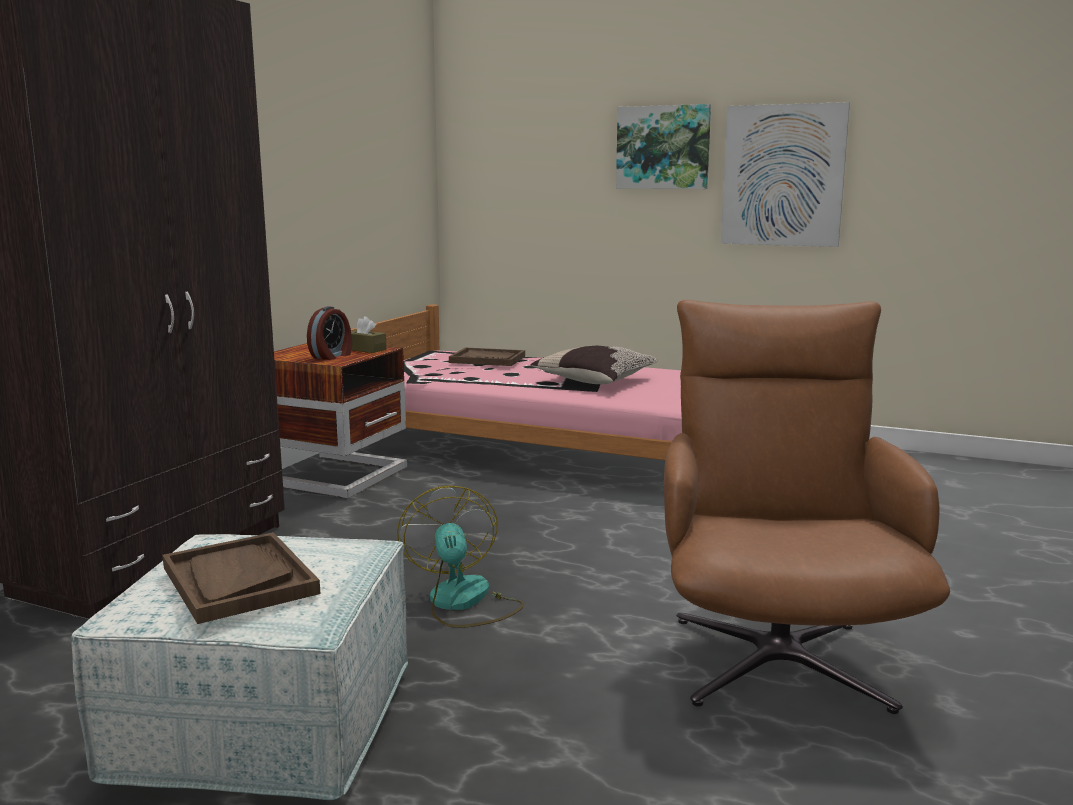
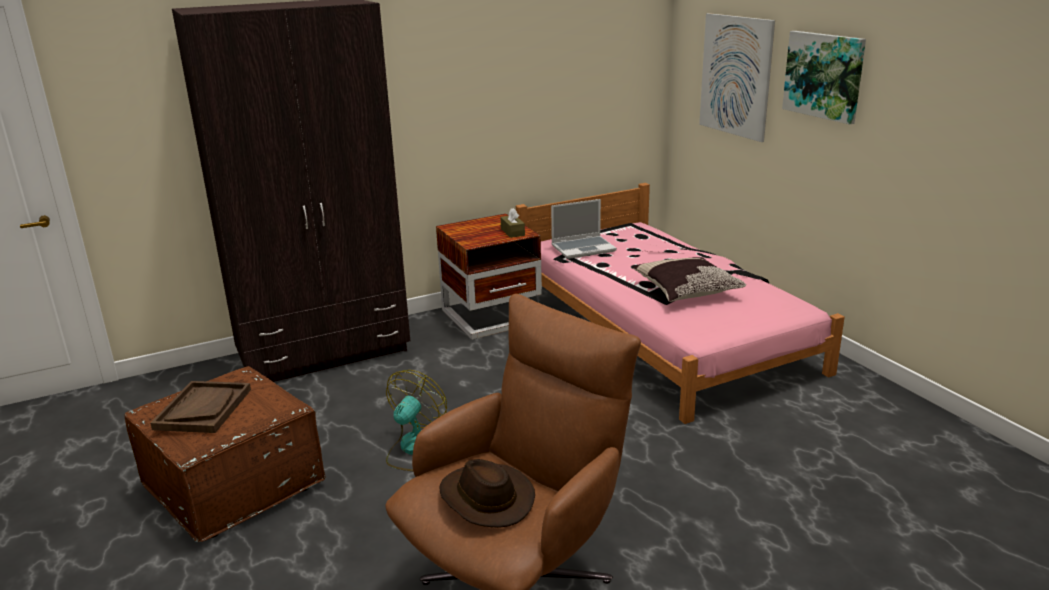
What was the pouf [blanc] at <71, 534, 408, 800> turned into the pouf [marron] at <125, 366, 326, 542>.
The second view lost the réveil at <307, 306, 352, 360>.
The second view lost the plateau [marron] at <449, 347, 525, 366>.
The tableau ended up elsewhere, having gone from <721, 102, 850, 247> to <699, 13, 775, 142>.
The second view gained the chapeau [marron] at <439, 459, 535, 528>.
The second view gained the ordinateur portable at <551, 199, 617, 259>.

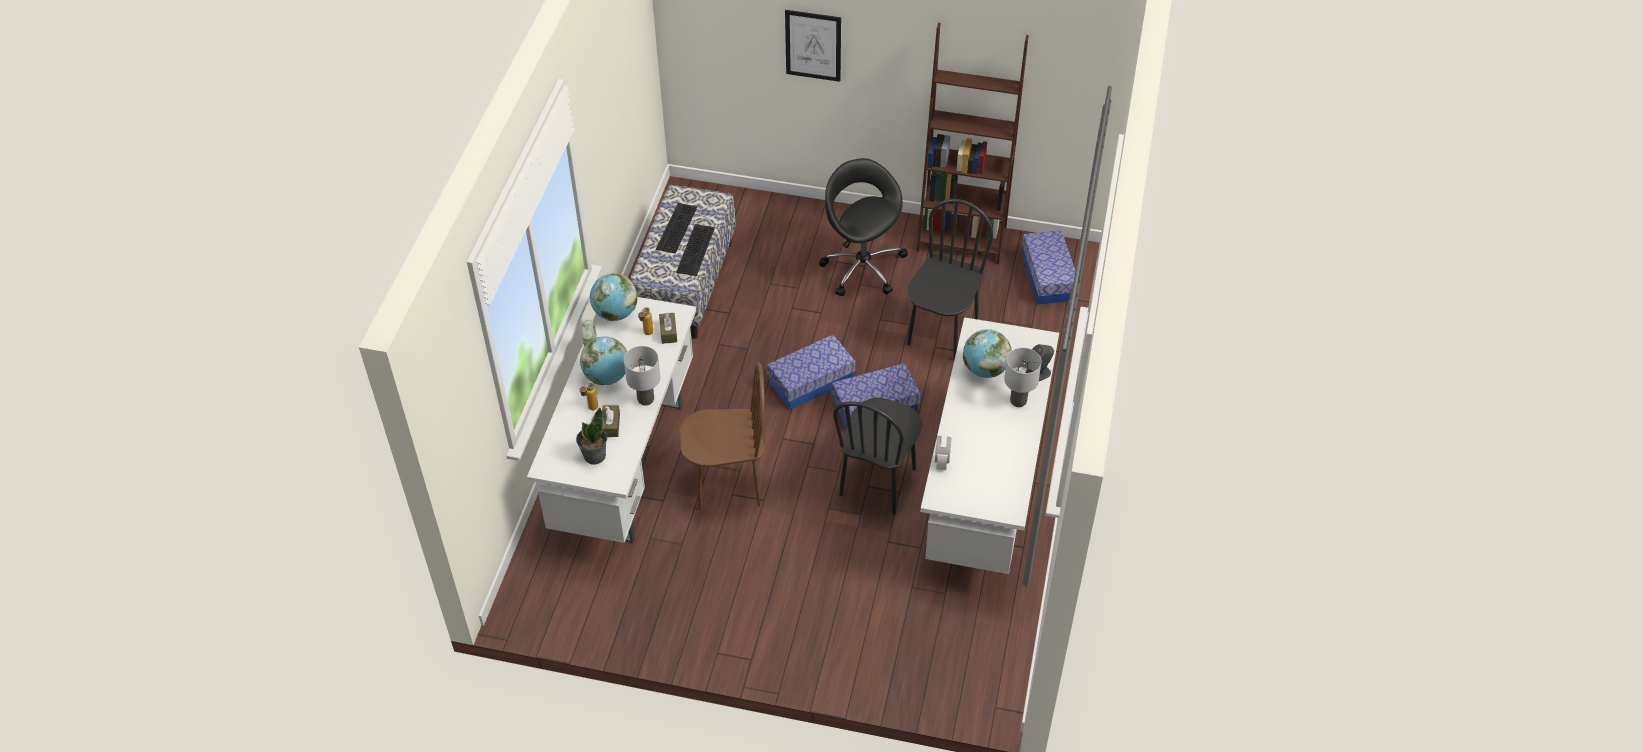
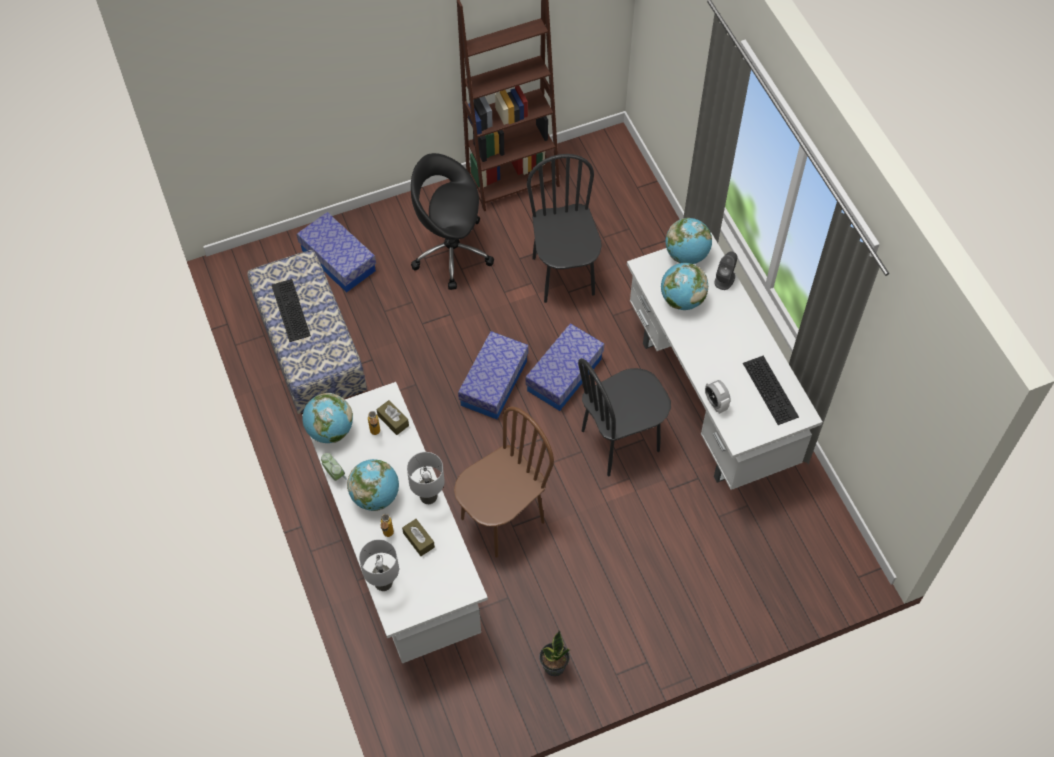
The plante en pot ended up elsewhere, having gone from <576, 408, 607, 464> to <539, 631, 570, 676>.
The clavier ended up elsewhere, having gone from <676, 224, 715, 276> to <743, 356, 799, 425>.
The second view lost the tableau at <785, 10, 841, 82>.
The chaise [noir] at <833, 398, 922, 515> ended up facing another way, 75 degrees clockwise from before.
The lampe de table [blanc] ended up elsewhere, having gone from <1004, 347, 1041, 407> to <359, 539, 399, 591>.
The boîte de rangement ended up elsewhere, having gone from <1022, 230, 1075, 305> to <297, 212, 376, 292>.
The second view gained the globe at <666, 218, 712, 264>.

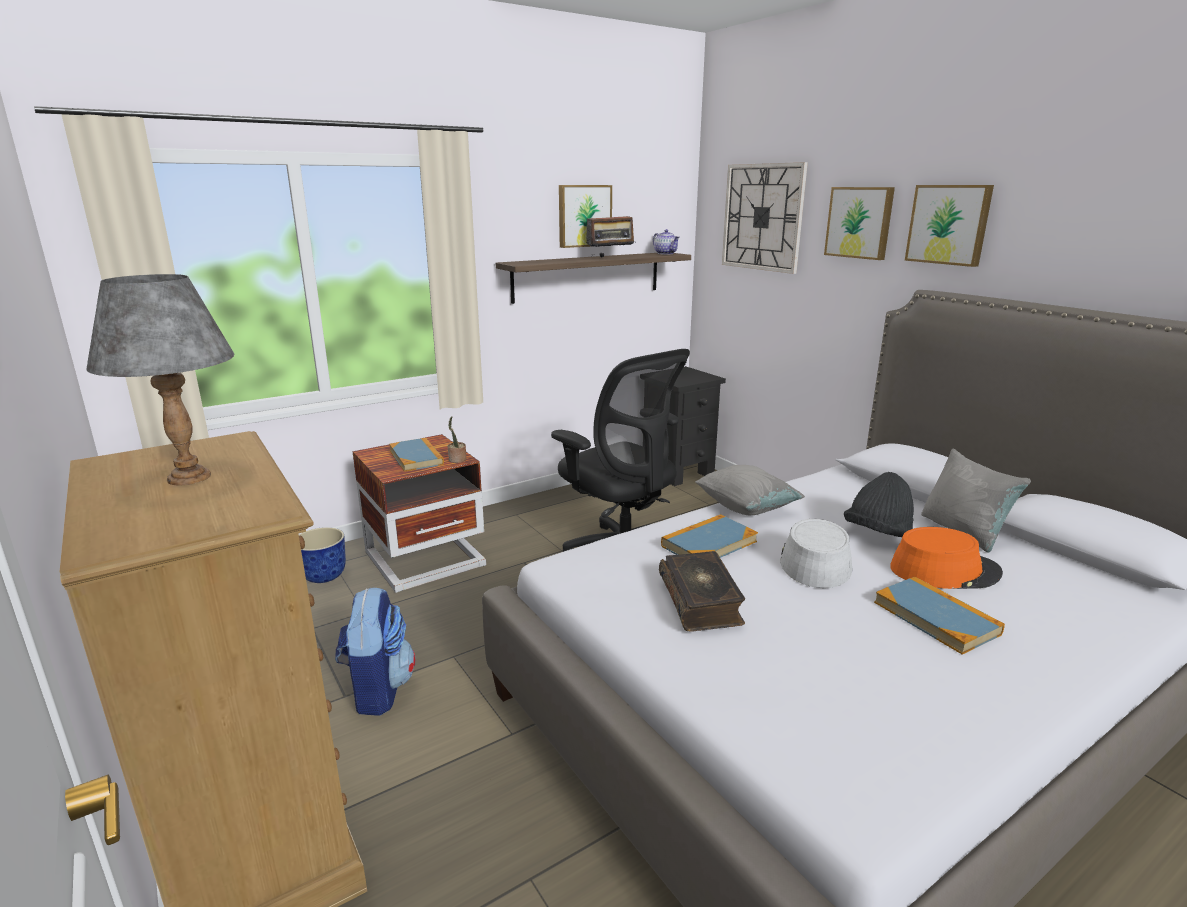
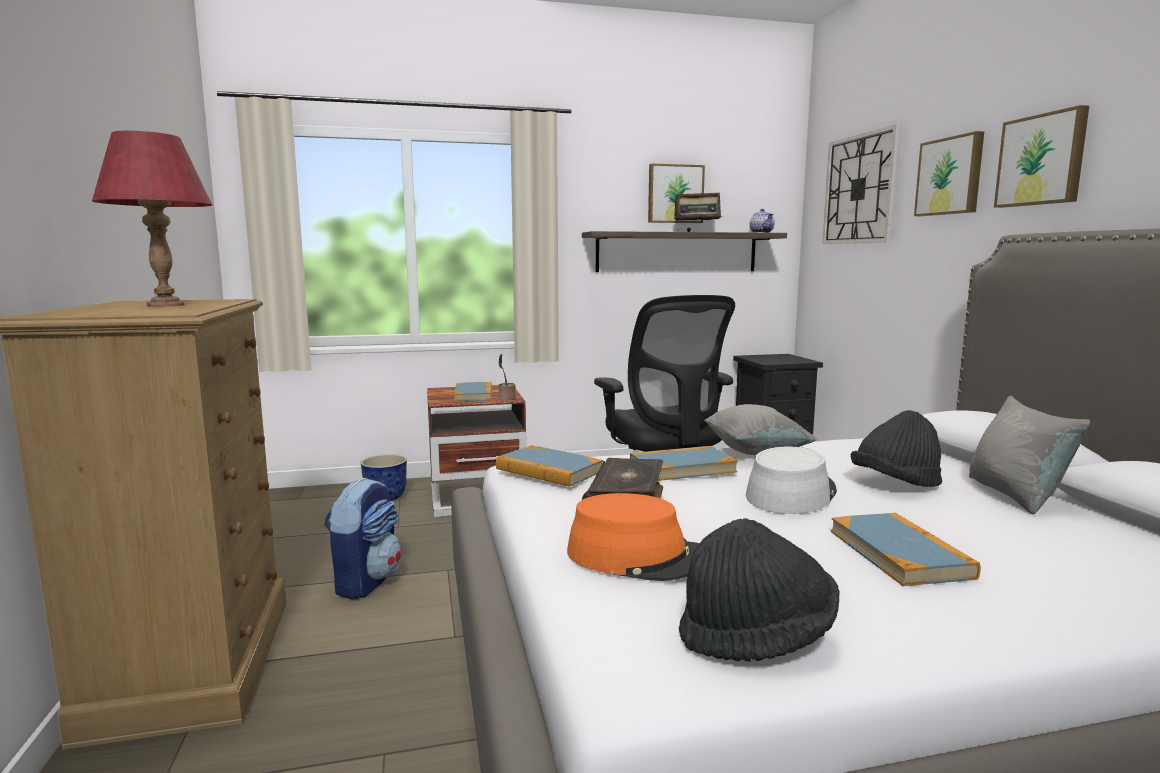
What was the lampe de table [gris] at <86, 274, 234, 485> turned into the lampe de table [rouge] at <92, 131, 212, 307>.
The chapeau [orange] ended up elsewhere, having gone from <890, 527, 1003, 589> to <567, 493, 699, 581>.
The second view gained the livre at <496, 445, 603, 487>.
The second view gained the chapeau [noir] at <679, 518, 840, 662>.

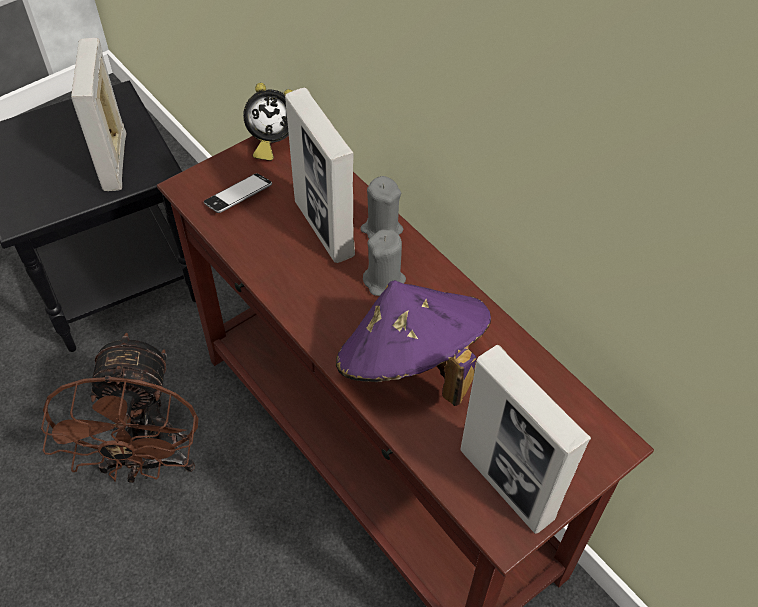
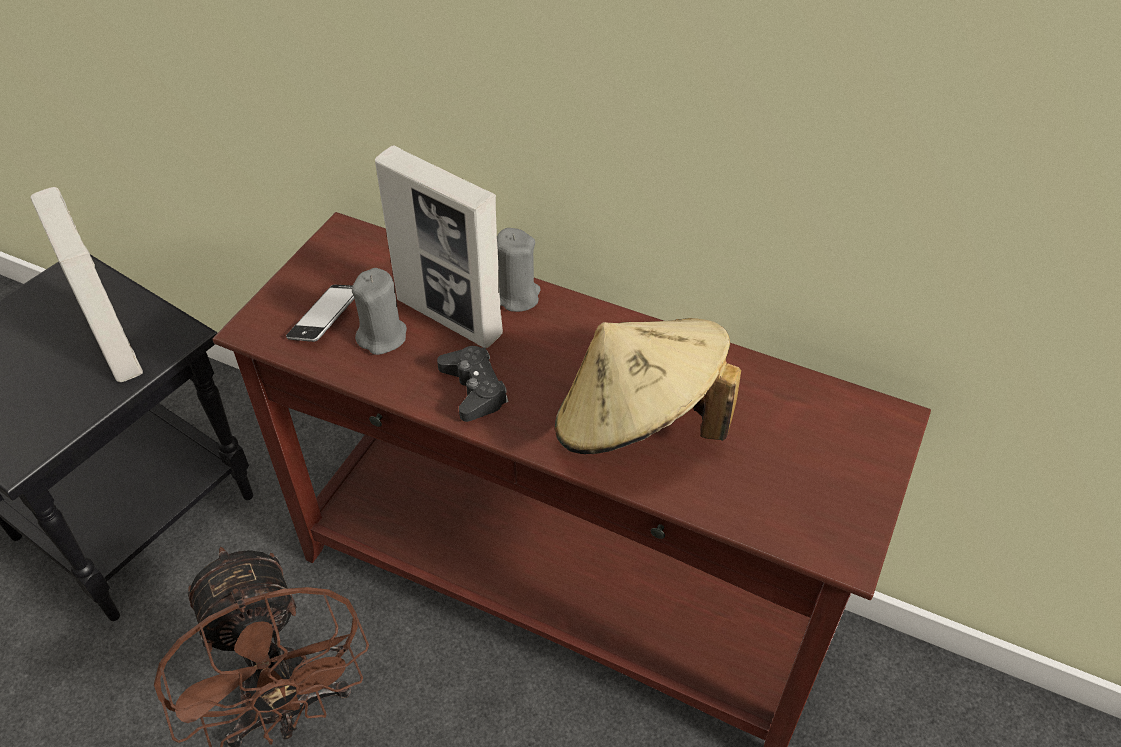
The second view lost the réveil at <243, 83, 292, 161>.
What was the chapeau [violet] at <336, 280, 491, 406> turned into the chapeau [beige] at <555, 318, 741, 454>.
The bougie [gris] ended up elsewhere, having gone from <363, 229, 406, 296> to <352, 268, 407, 355>.
The second view lost the cadre photo at <460, 345, 591, 534>.
The second view gained the manette [noir] at <437, 346, 508, 422>.

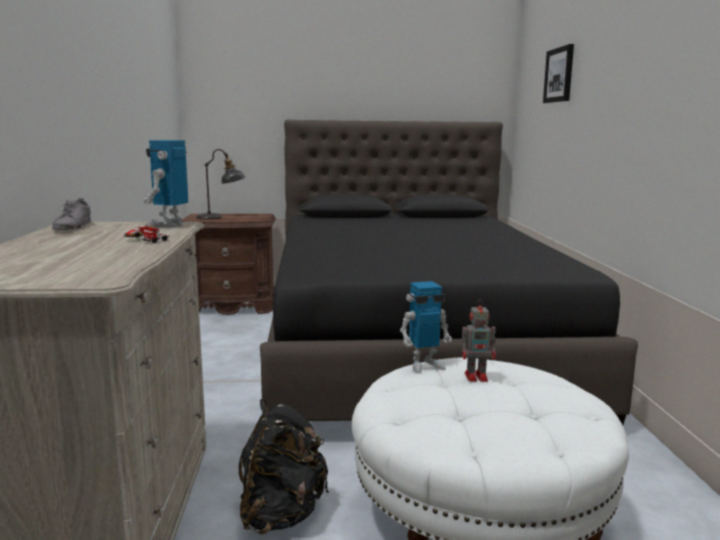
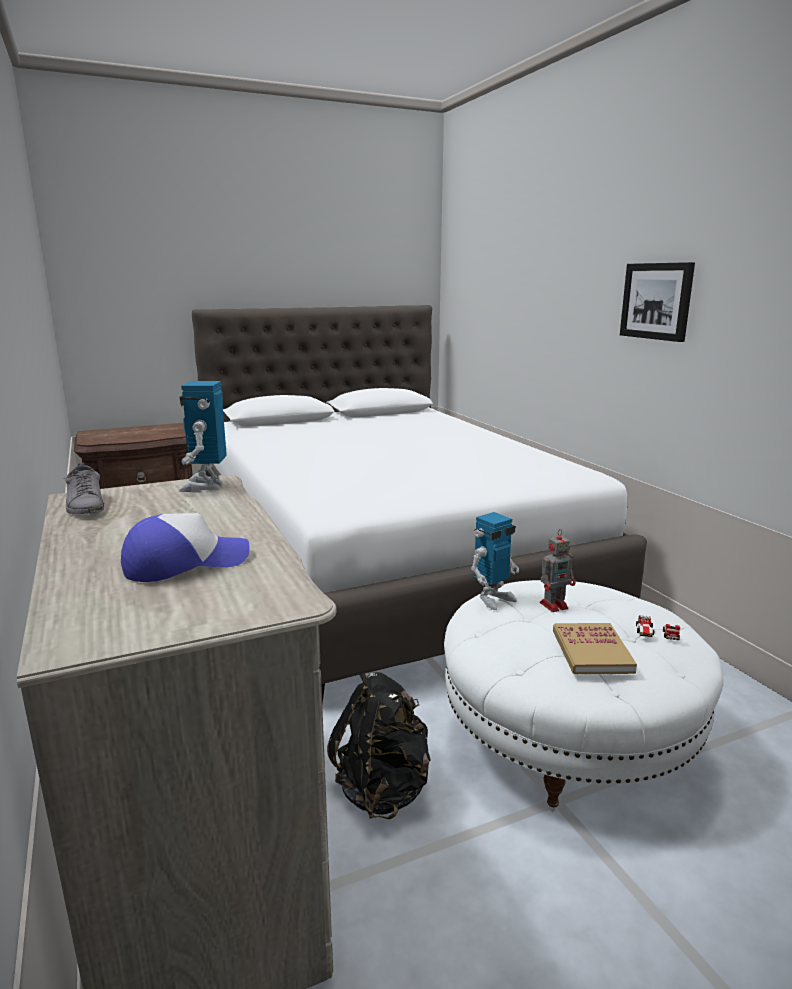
The petite voiture ended up elsewhere, having gone from <124, 224, 170, 243> to <636, 615, 680, 640>.
The second view lost the lampe de table [gris] at <196, 149, 245, 220>.
What was the lit [noir] at <260, 120, 638, 425> turned into the lit [blanc] at <192, 305, 647, 704>.
The tableau ended up elsewhere, having gone from <543, 44, 574, 103> to <620, 262, 695, 342>.
The second view gained the casquette at <121, 513, 250, 582>.
The second view gained the livre at <553, 623, 637, 674>.

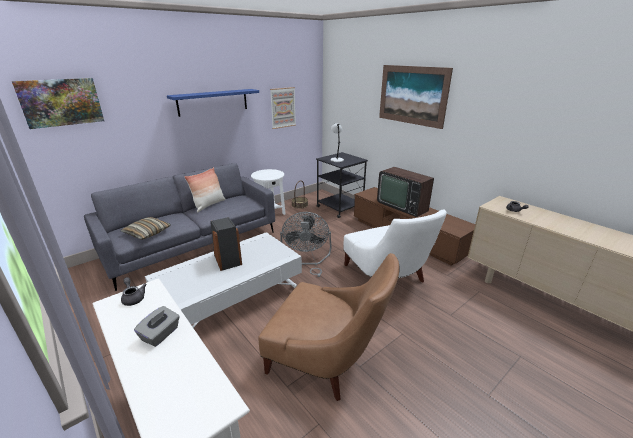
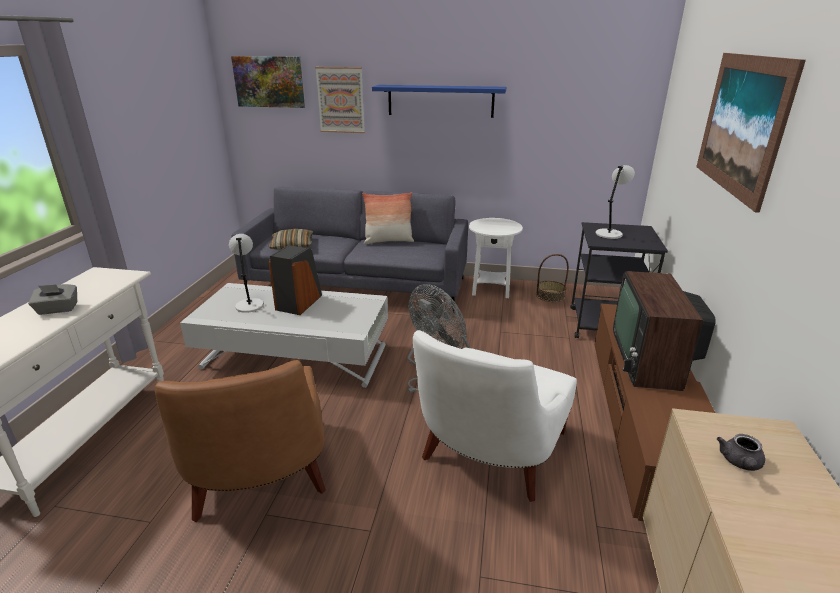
The second view lost the théière [gris] at <121, 277, 146, 306>.
The tableau ended up elsewhere, having gone from <270, 87, 296, 129> to <315, 67, 365, 133>.
The second view gained the lampe de table [gris] at <229, 234, 264, 313>.

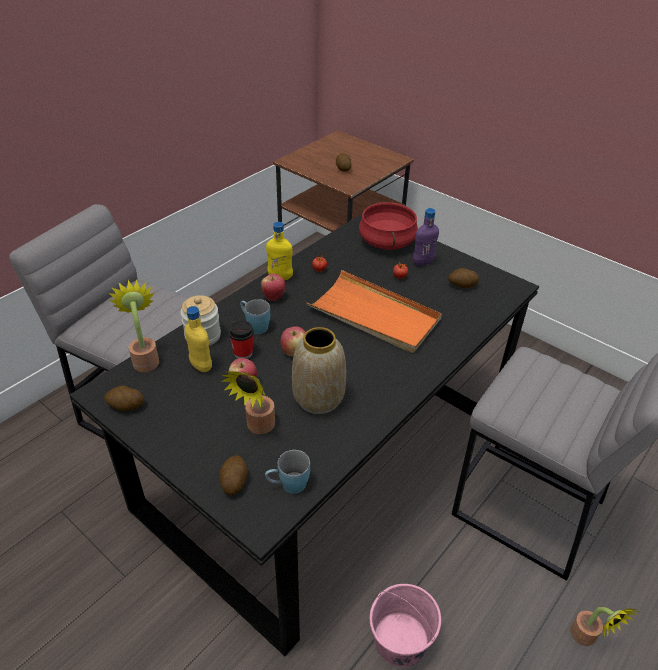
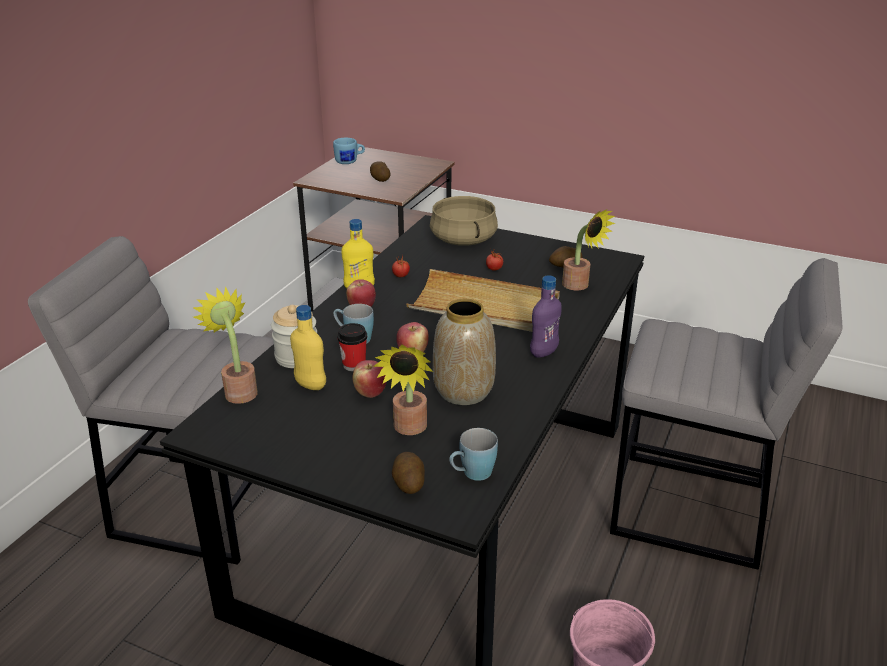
The second view lost the pomme de terre at <104, 386, 144, 411>.
What was the plateau [orange] at <306, 270, 442, 353> turned into the plateau [beige] at <406, 269, 560, 332>.
What was the marmite [rouge] at <359, 202, 418, 250> turned into the marmite [beige] at <430, 196, 498, 246>.
The bouteille [violet] ended up elsewhere, having gone from <413, 208, 439, 266> to <530, 275, 562, 358>.
The plante en pot ended up elsewhere, having gone from <570, 607, 638, 646> to <562, 209, 616, 291>.
The second view gained the mug [bleu] at <333, 138, 365, 164>.

